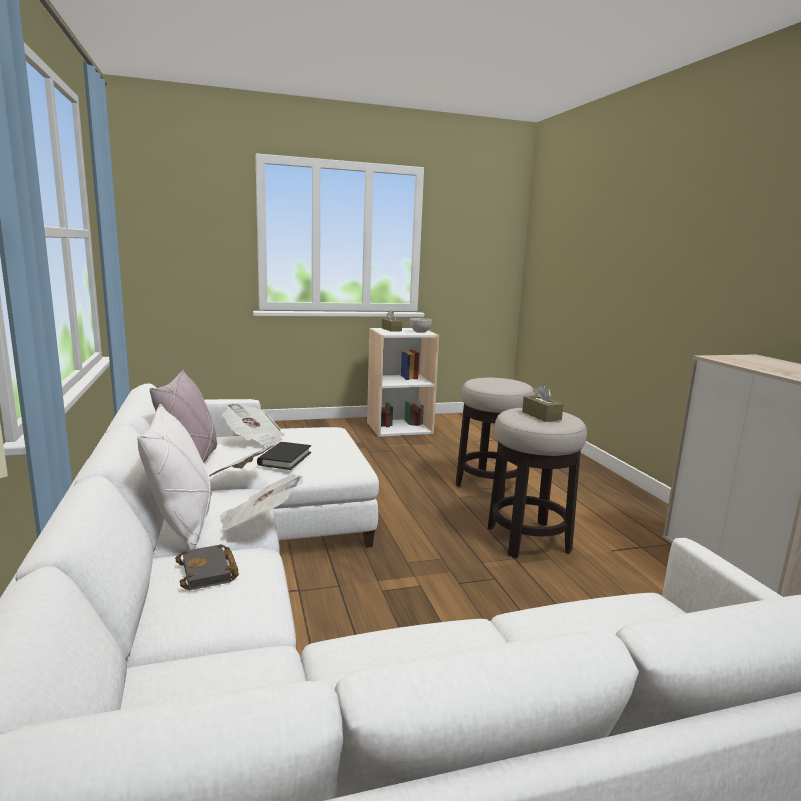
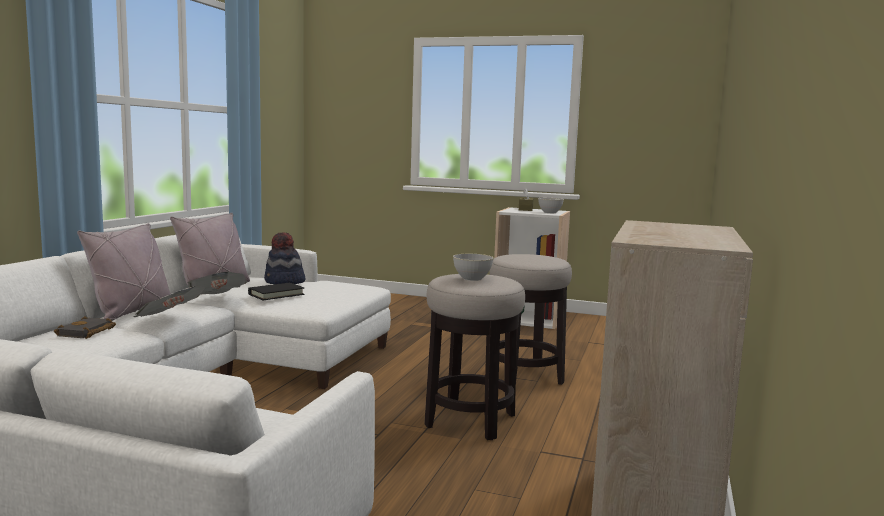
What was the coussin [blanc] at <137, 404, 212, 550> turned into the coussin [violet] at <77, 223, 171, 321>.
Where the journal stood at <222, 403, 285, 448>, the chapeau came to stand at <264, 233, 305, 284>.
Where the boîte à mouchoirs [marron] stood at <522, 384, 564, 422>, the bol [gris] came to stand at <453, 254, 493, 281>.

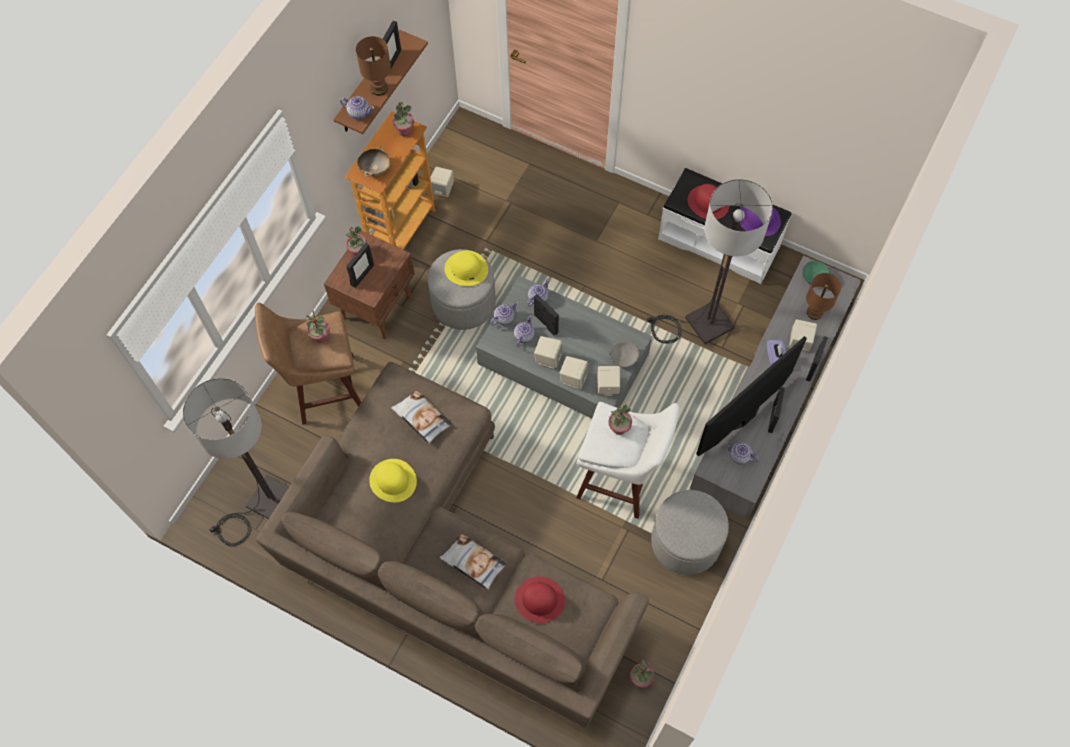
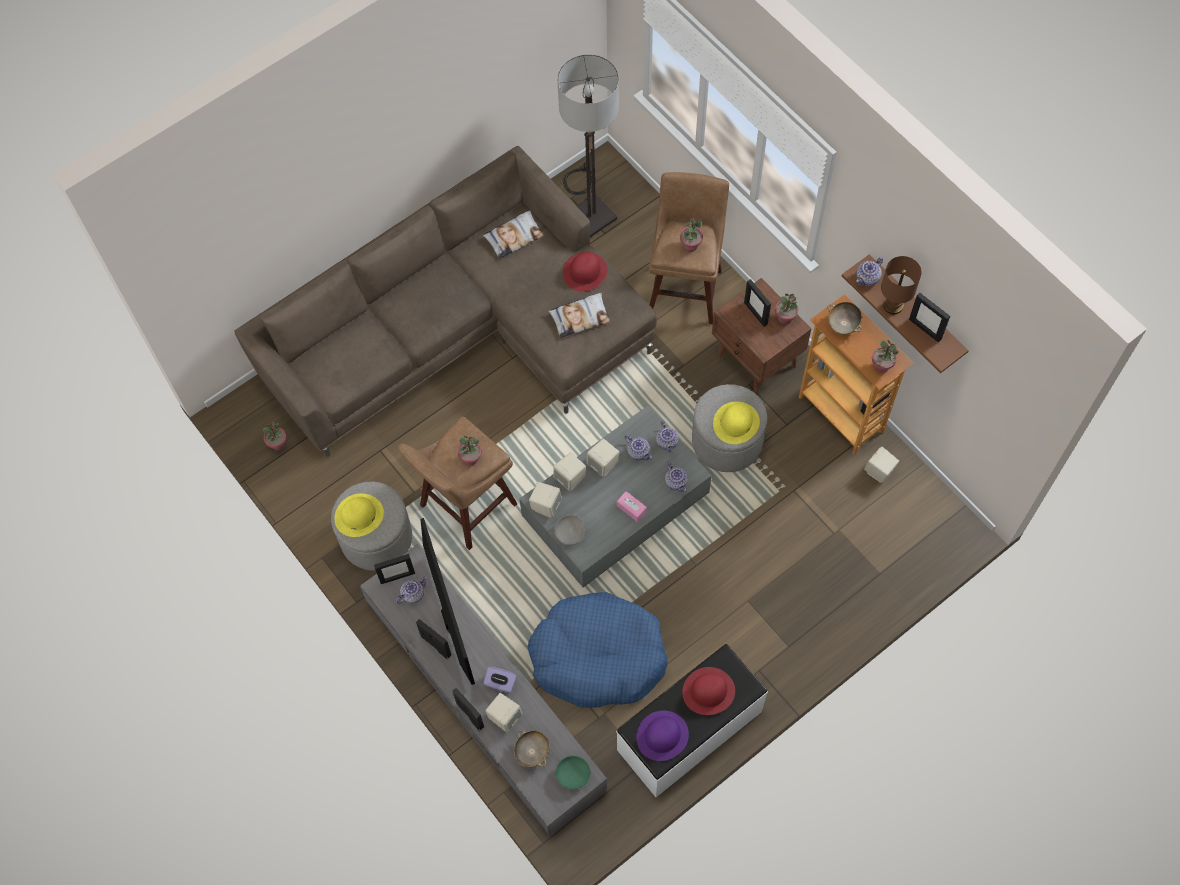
The chapeau [jaune] ended up elsewhere, having gone from <369, 459, 417, 502> to <335, 493, 384, 537>.
The coussin ended up elsewhere, having gone from <440, 533, 507, 590> to <483, 210, 545, 259>.
The chapeau [rouge] ended up elsewhere, having gone from <514, 576, 565, 623> to <563, 252, 608, 292>.
The cadre photo ended up elsewhere, having gone from <534, 294, 559, 336> to <374, 554, 415, 584>.
What was the tabouret [blanc] at <576, 402, 679, 519> turned into the tabouret [marron] at <398, 416, 517, 550>.
Where the lampadaire stood at <647, 179, 773, 344>, the panier pour chien [bleu] came to stand at <528, 592, 668, 708>.
Where the lampe de table [marron] stood at <806, 273, 841, 320>, the bol [beige] came to stand at <513, 730, 550, 768>.
The second view gained the boîte à mouchoirs [rose] at <617, 491, 647, 522>.

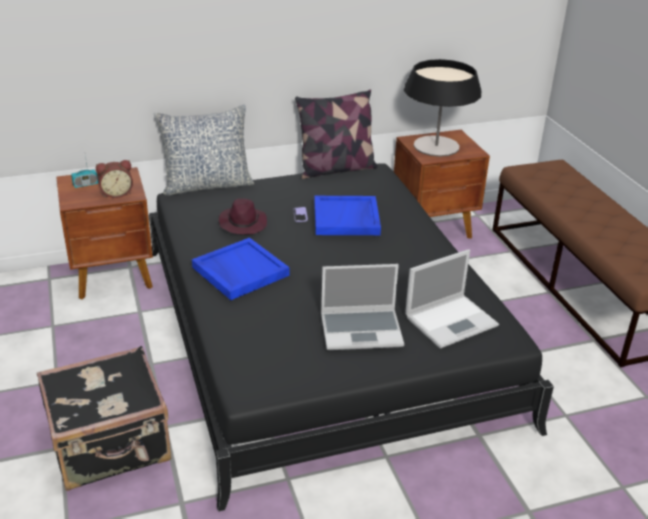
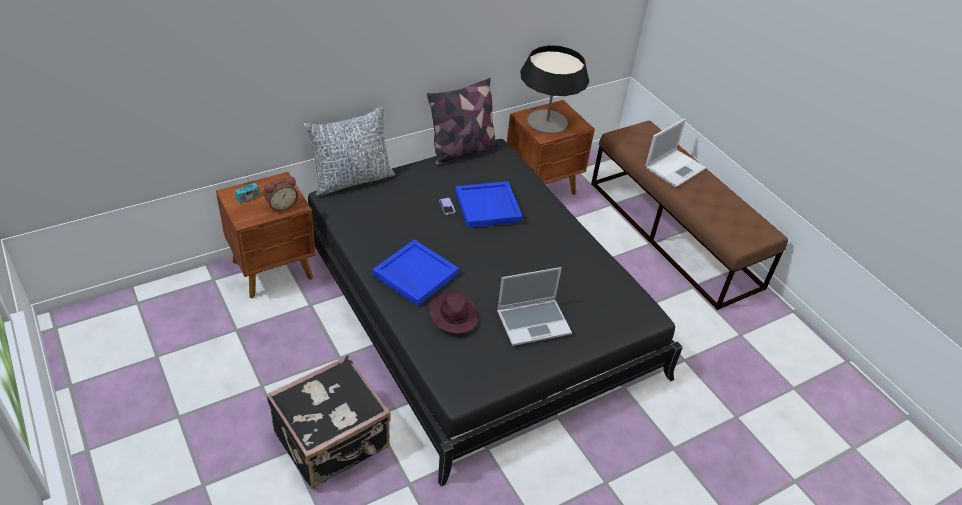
The chapeau [violet] ended up elsewhere, having gone from <219, 198, 267, 235> to <429, 292, 478, 333>.
The ordinateur portable ended up elsewhere, having gone from <405, 249, 499, 349> to <645, 118, 706, 187>.

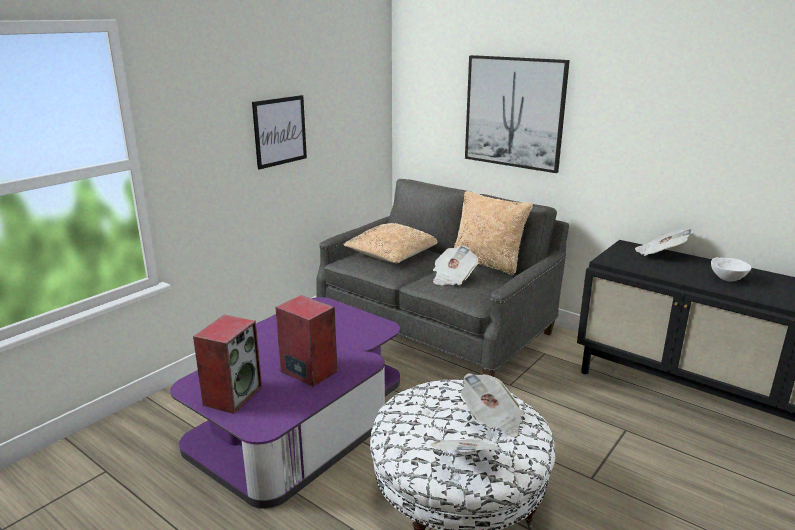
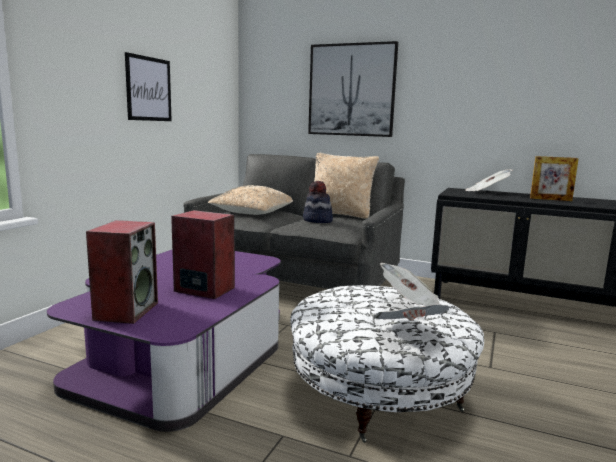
Where the journal stood at <433, 246, 478, 285>, the chapeau came to stand at <303, 181, 333, 223>.
Where the bol [blanc] stood at <711, 257, 752, 281>, the cadre photo came to stand at <530, 156, 579, 201>.

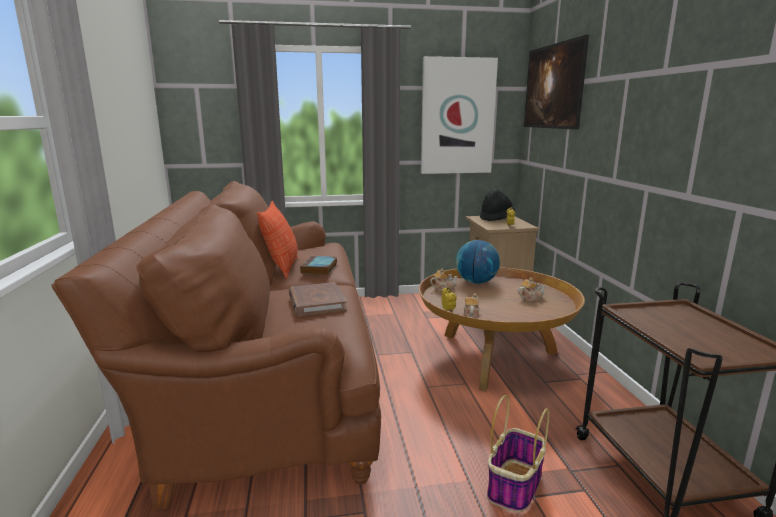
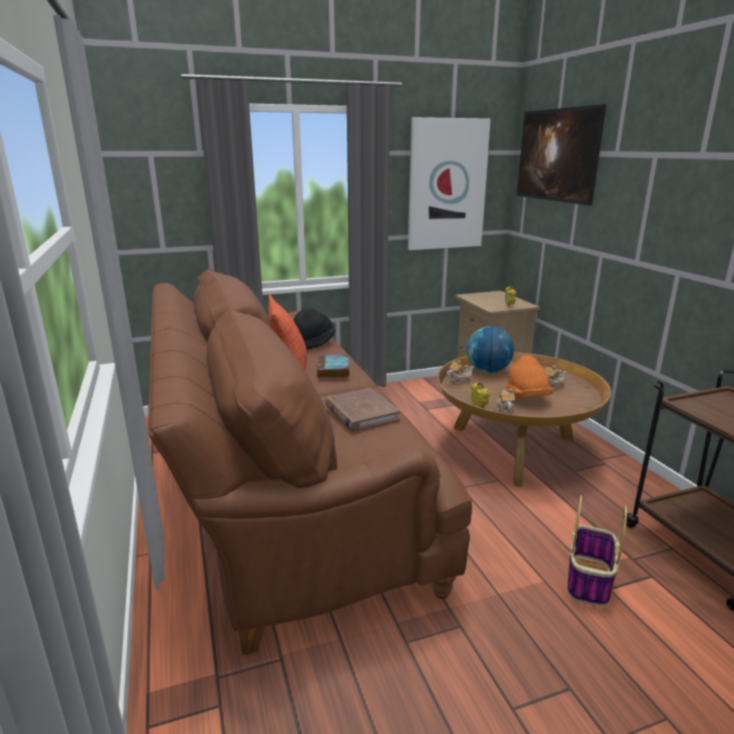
The chapeau [noir] ended up elsewhere, having gone from <480, 189, 515, 221> to <294, 307, 335, 349>.
The second view gained the chapeau [orange] at <505, 355, 554, 398>.

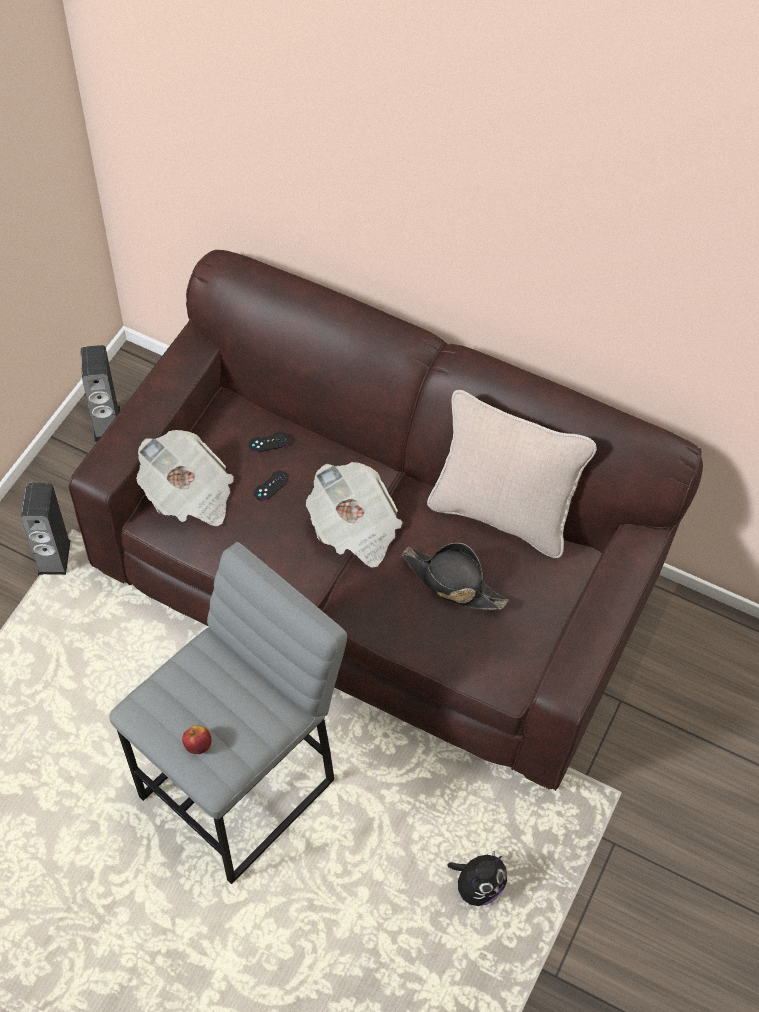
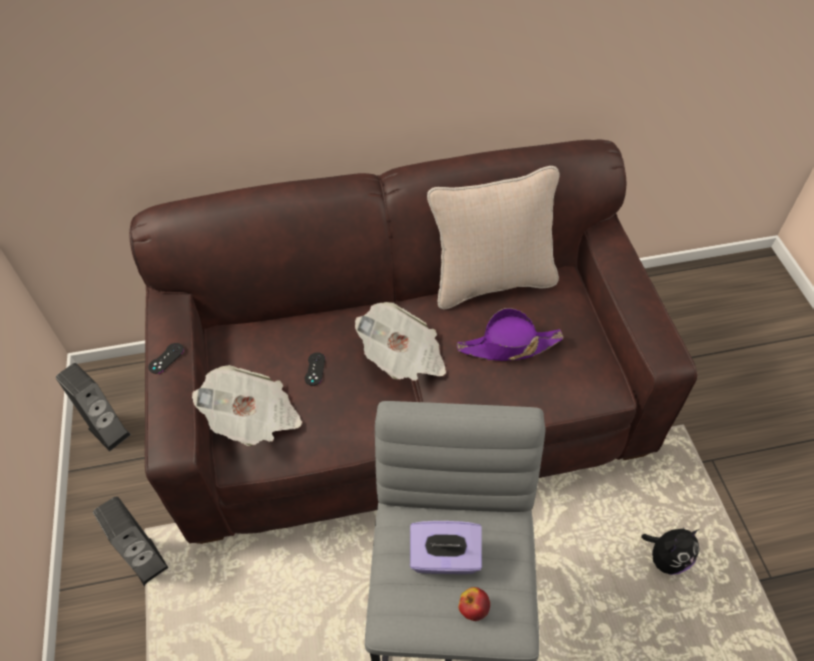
The manette [noir] ended up elsewhere, having gone from <249, 432, 289, 452> to <148, 343, 184, 374>.
What was the chapeau [noir] at <401, 543, 508, 610> turned into the chapeau [violet] at <457, 308, 563, 361>.
The peluche at <448, 850, 507, 906> ended up facing another way, 45 degrees clockwise from before.
The second view gained the boîte à mouchoirs [violet] at <410, 521, 482, 574>.

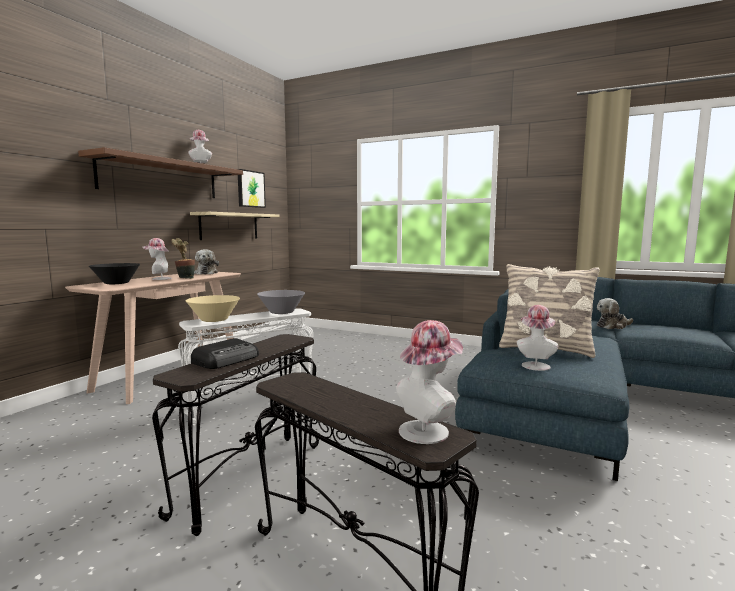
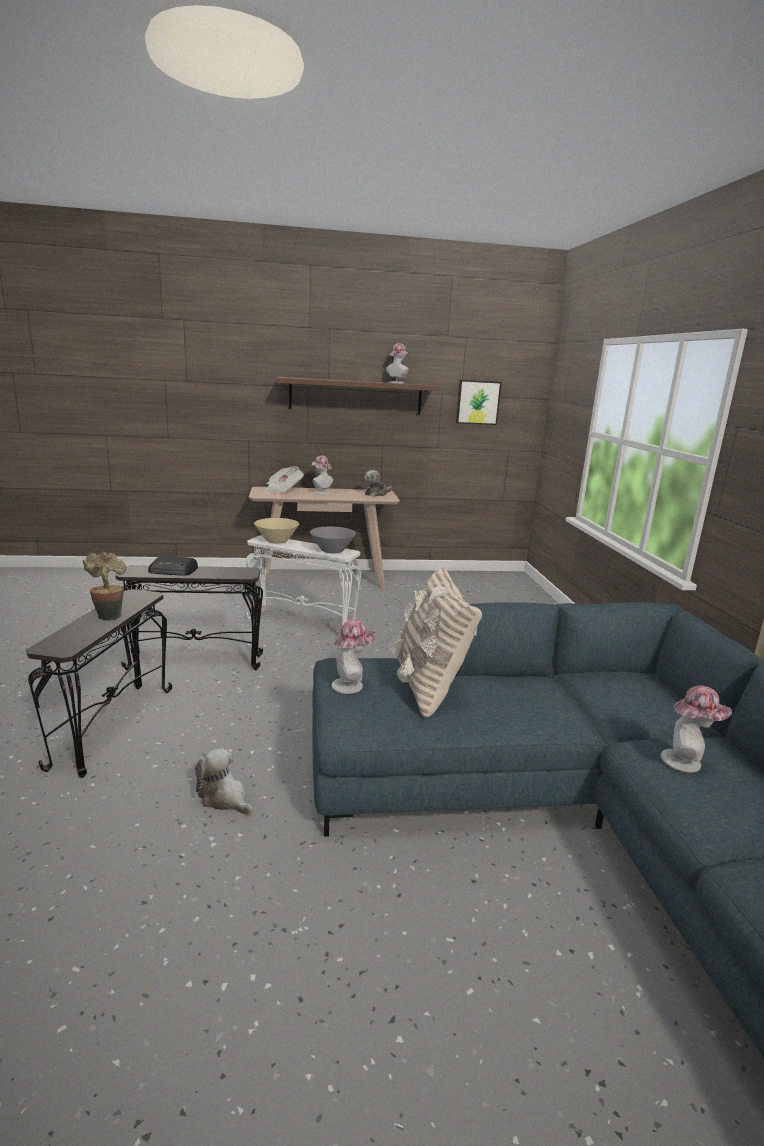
Where the bol [noir] stood at <89, 263, 140, 284>, the journal came to stand at <264, 466, 304, 493>.
The plante en pot ended up elsewhere, having gone from <171, 238, 195, 279> to <83, 552, 127, 621>.
The second view lost the étagère at <190, 212, 280, 240>.
The chapeau ended up elsewhere, having gone from <396, 320, 463, 444> to <661, 686, 732, 773>.
The peluche ended up elsewhere, having gone from <597, 298, 633, 329> to <195, 748, 253, 815>.

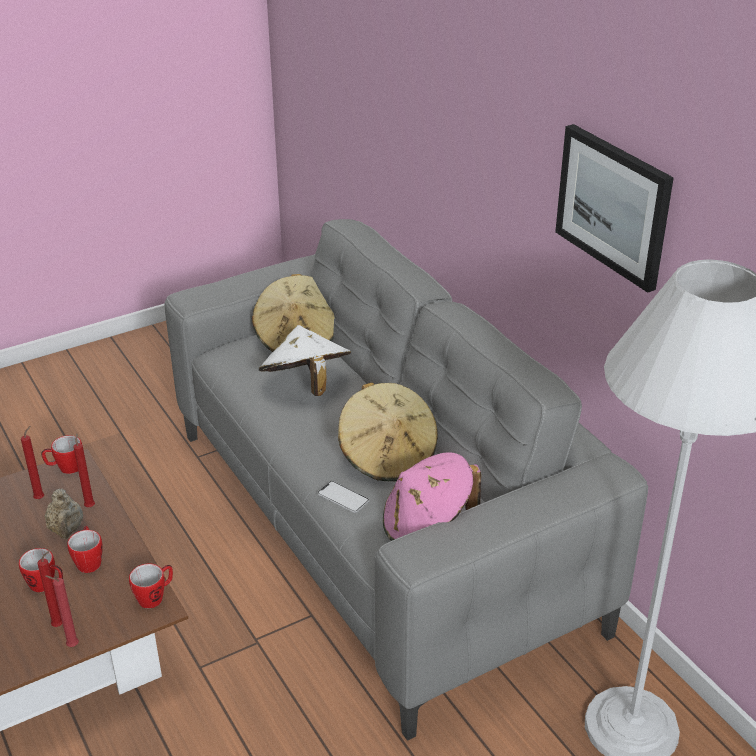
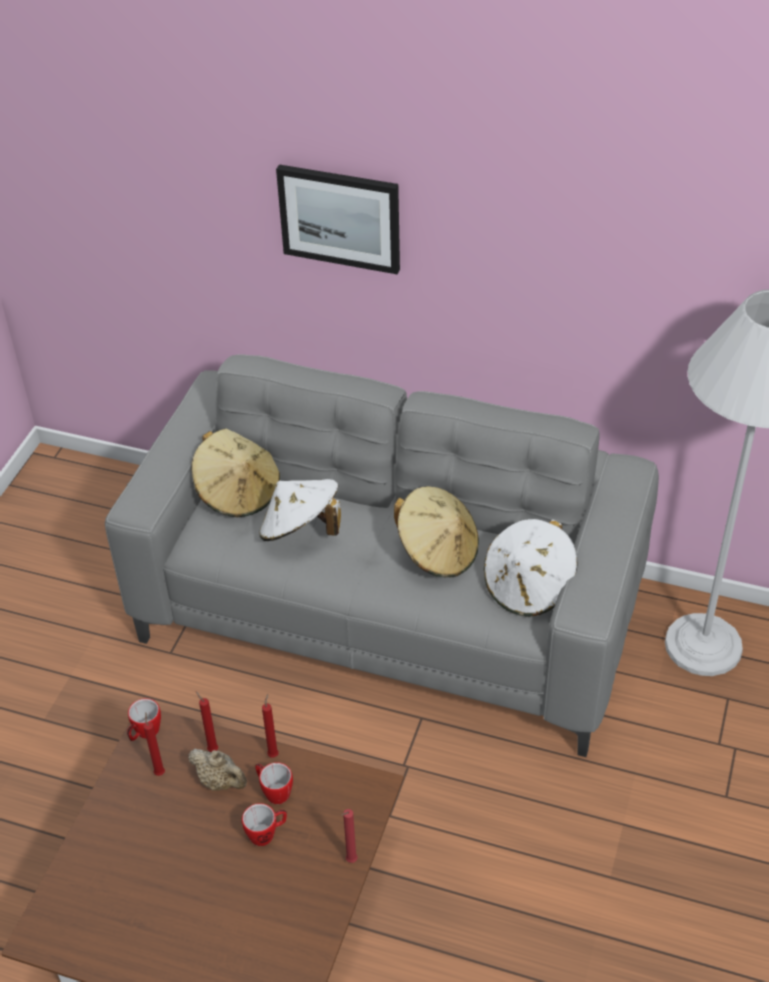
The bougie [rouge] ended up elsewhere, having gone from <37, 549, 63, 627> to <262, 694, 279, 758>.
The second view lost the mug at <129, 564, 173, 608>.
The second view lost the téléphone at <317, 481, 369, 513>.
What was the chapeau [rose] at <383, 453, 481, 541> turned into the chapeau [blanc] at <484, 519, 577, 617>.
The tableau ended up elsewhere, having gone from <555, 124, 674, 293> to <276, 164, 400, 274>.

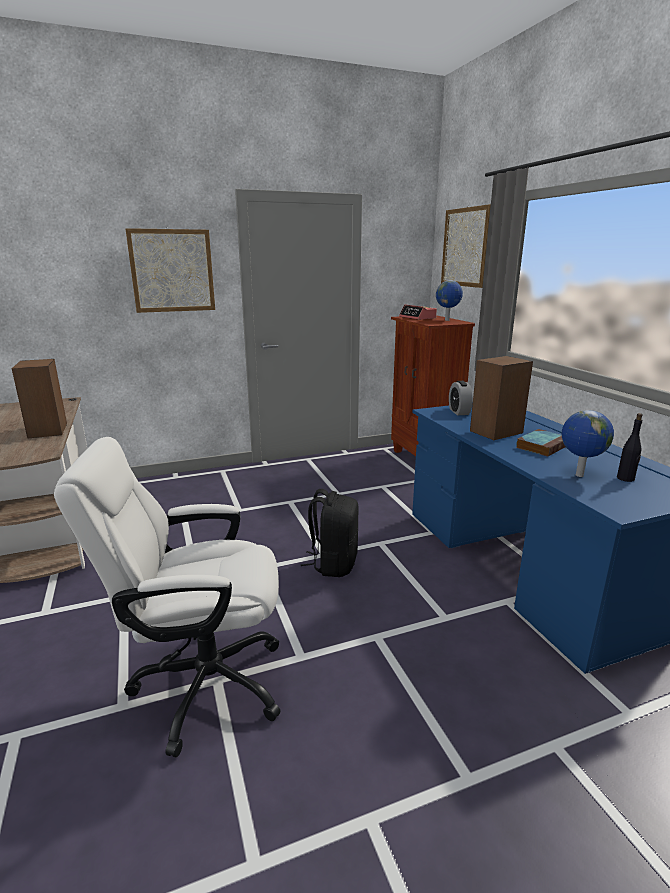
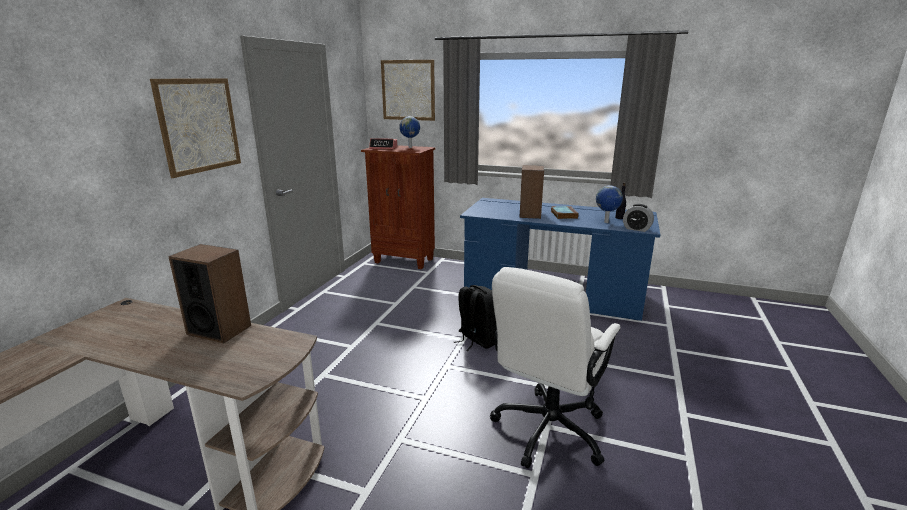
The réveil ended up elsewhere, having gone from <449, 381, 473, 415> to <623, 204, 654, 232>.

